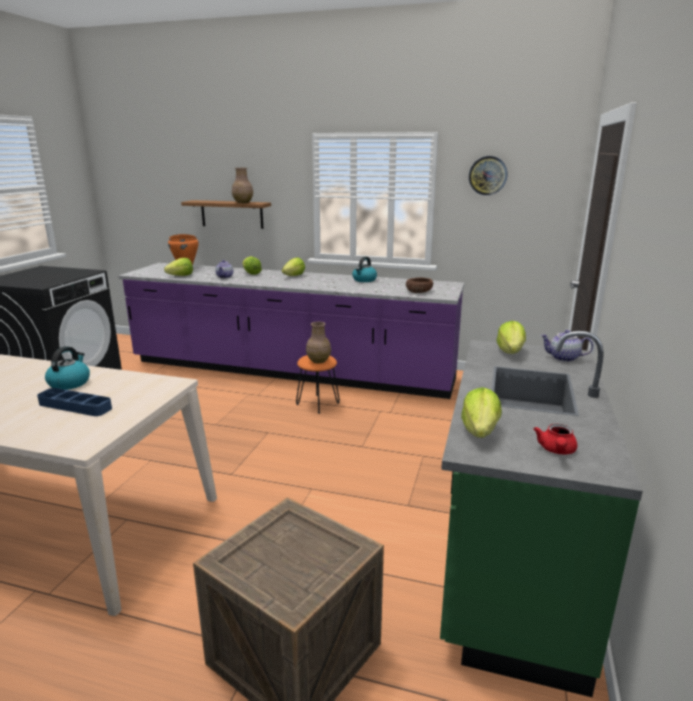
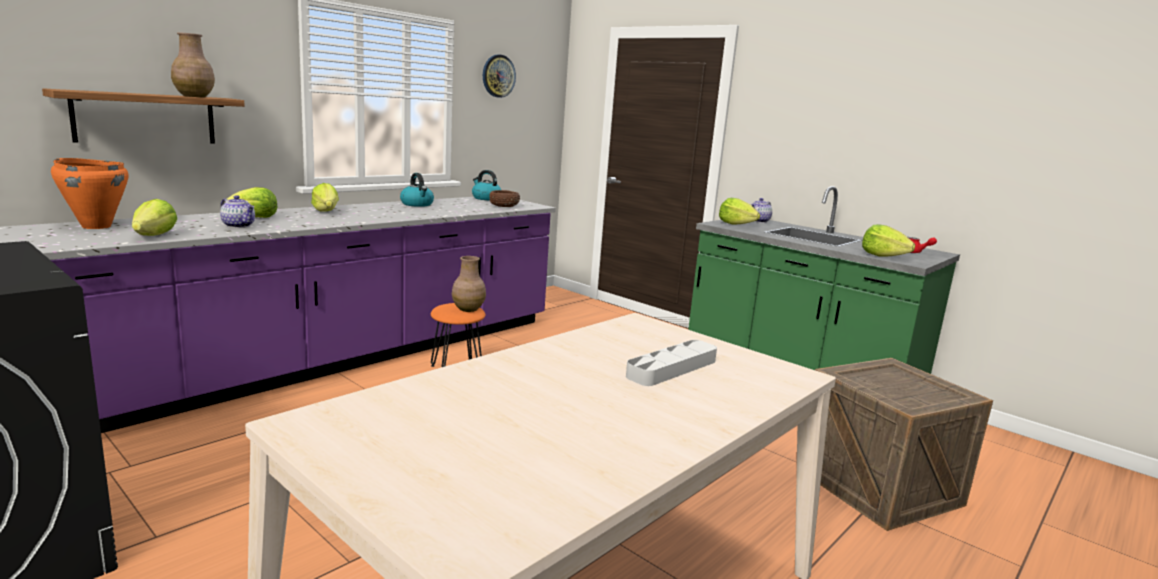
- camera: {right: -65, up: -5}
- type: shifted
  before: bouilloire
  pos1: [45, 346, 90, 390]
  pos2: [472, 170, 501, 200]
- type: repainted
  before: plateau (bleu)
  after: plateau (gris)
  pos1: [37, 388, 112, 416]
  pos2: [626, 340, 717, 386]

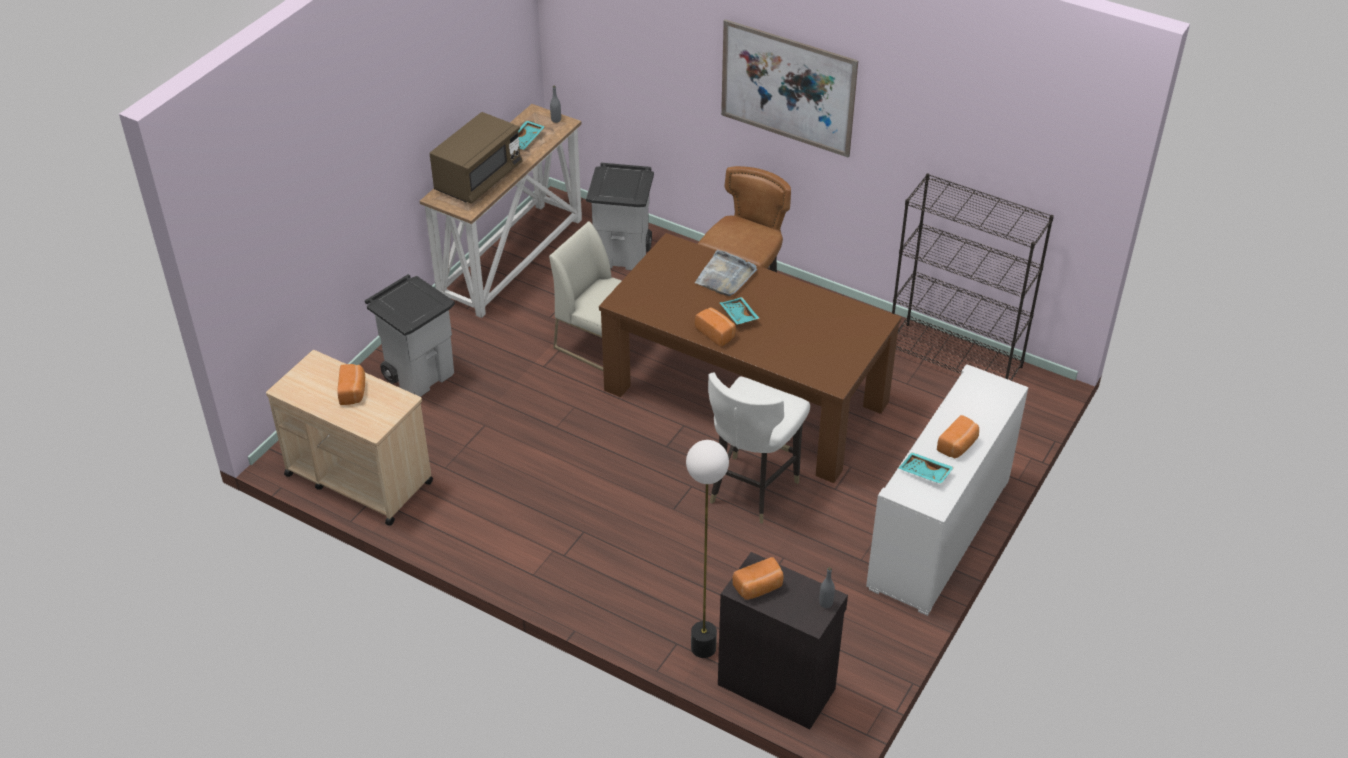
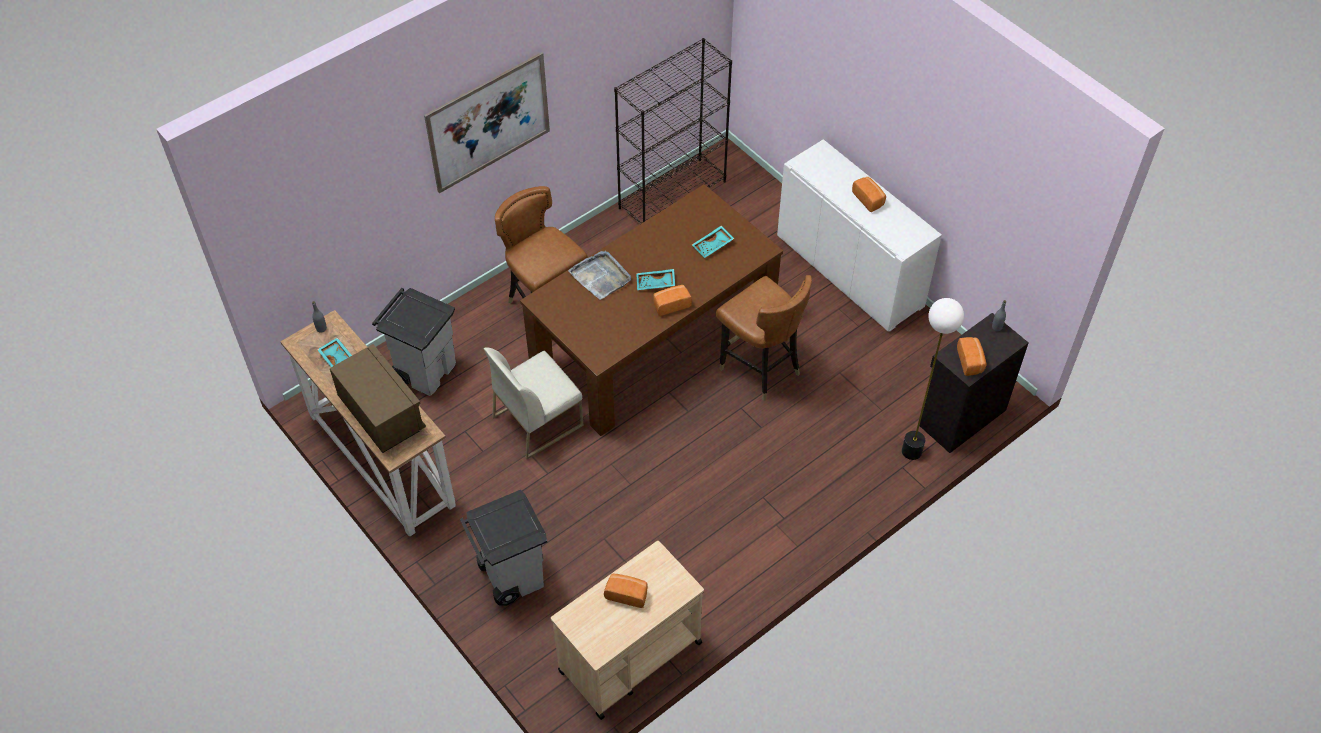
- camera: {right: -70, up: 10}
- type: repainted
  before: chaise (blanc)
  after: chaise (marron)
  pos1: [708, 373, 810, 523]
  pos2: [716, 275, 812, 401]
- type: shifted
  before: plateau (turquoise)
  pos1: [899, 452, 954, 484]
  pos2: [692, 226, 734, 258]

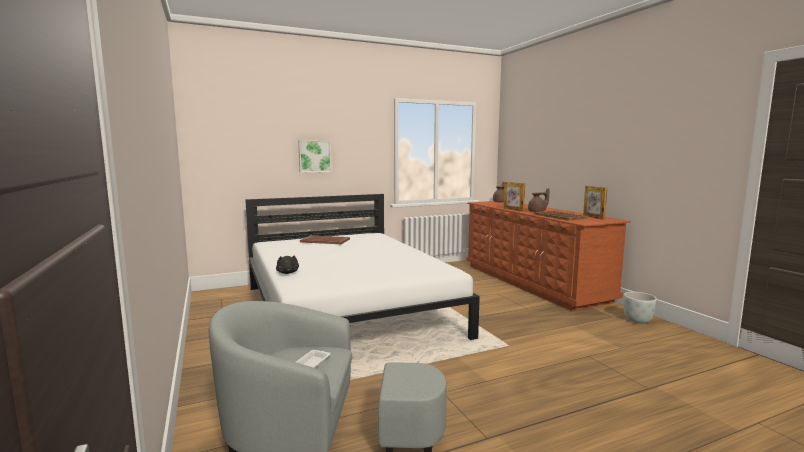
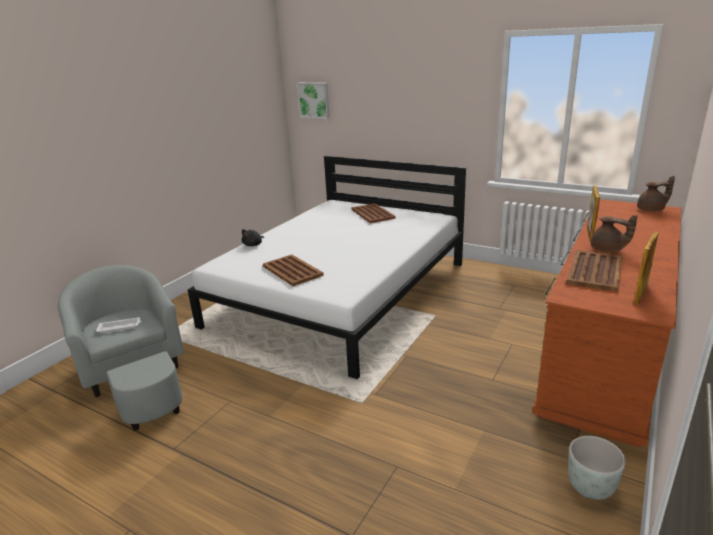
- camera: {right: 55, up: 15}
- type: shifted
  before: tableau
  pos1: [298, 140, 331, 172]
  pos2: [297, 83, 330, 119]
- type: new
  after: plateau (marron)
  pos2: [263, 255, 324, 286]

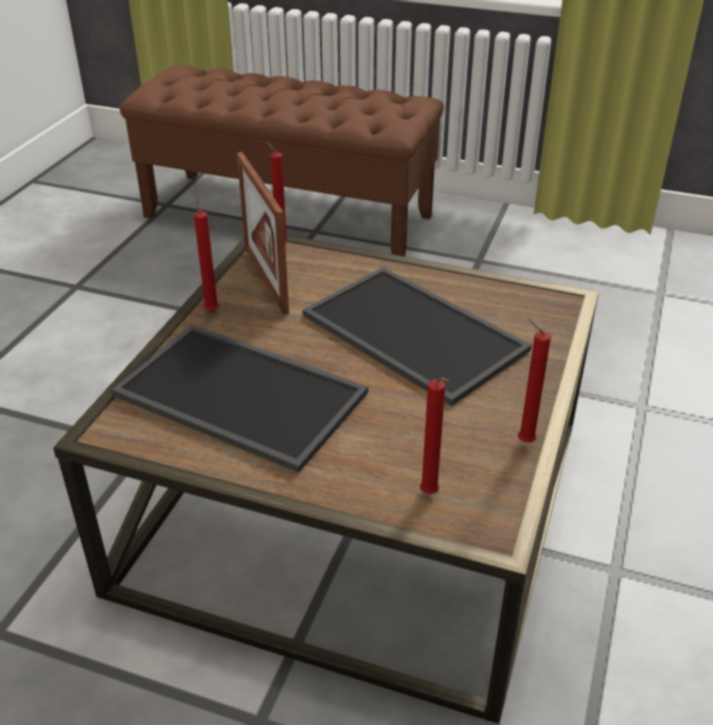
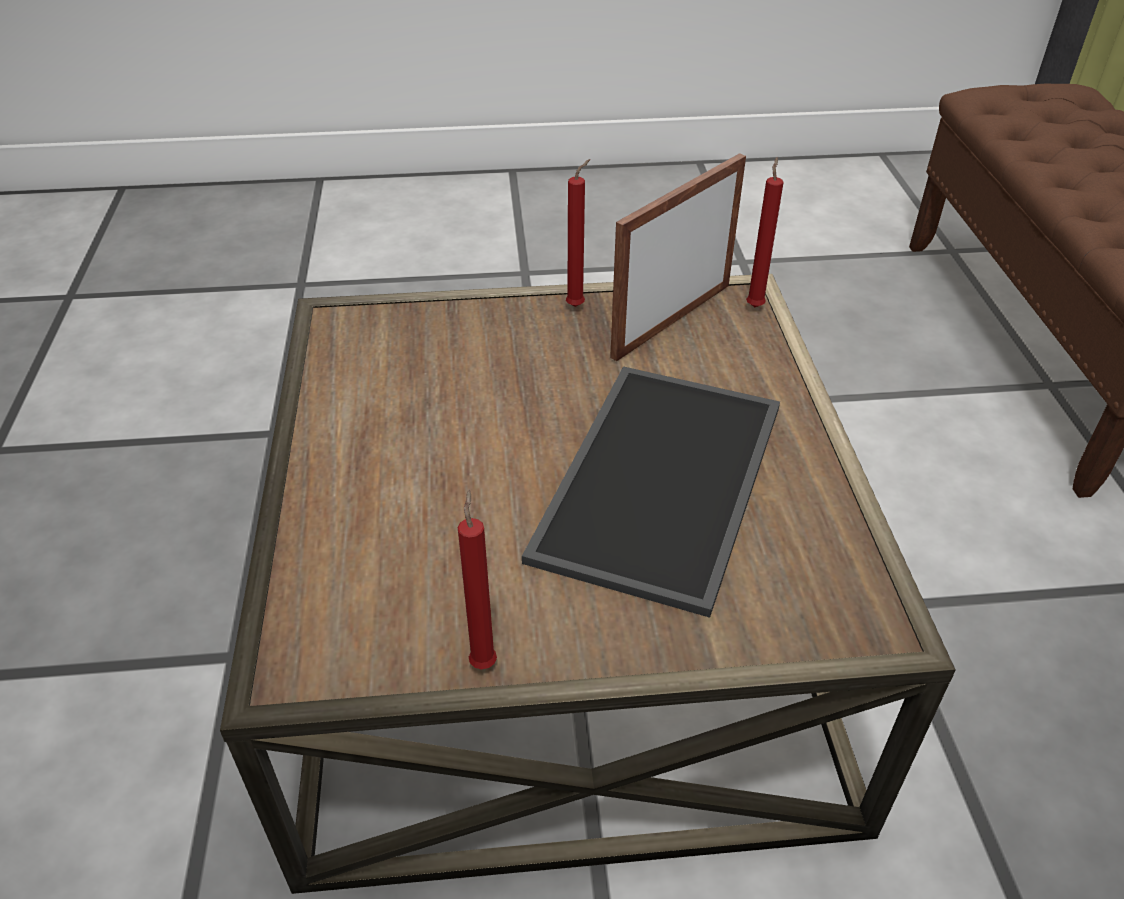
- camera: {right: 65, up: 5}
- type: gone
  before: plateau
  pos1: [112, 324, 368, 473]
- type: gone
  before: bougie (rouge)
  pos1: [420, 378, 449, 494]

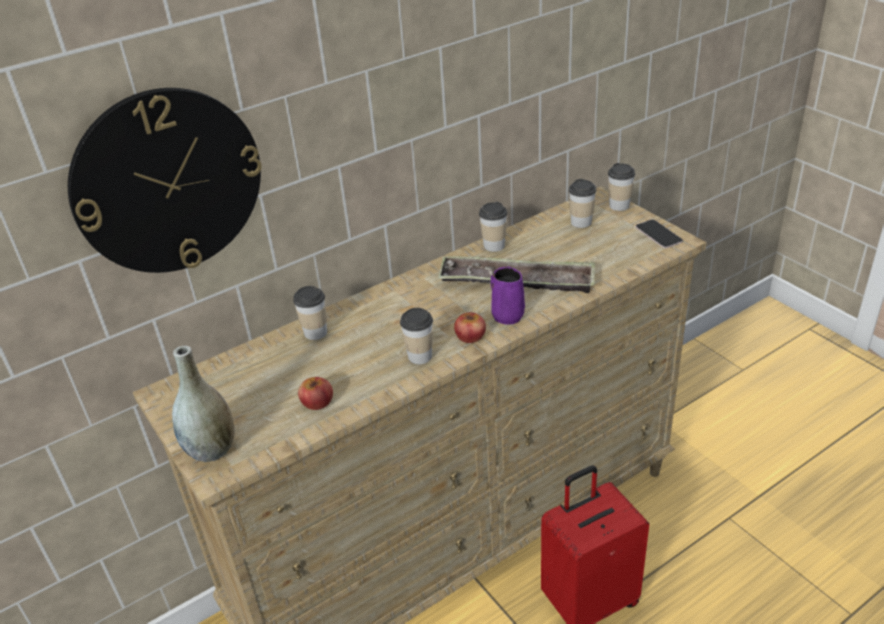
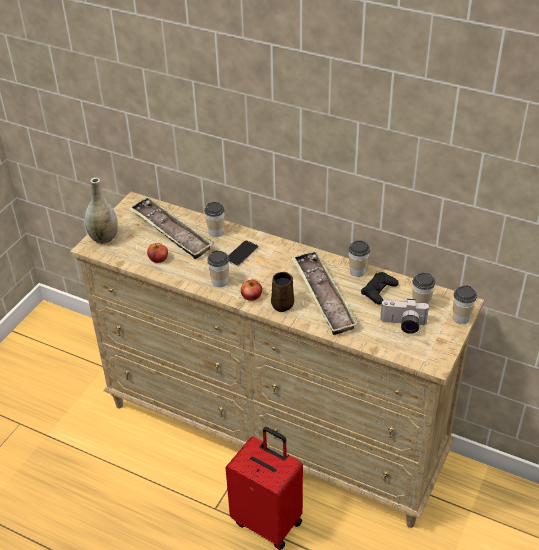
- camera: {right: 60, up: 5}
- type: gone
  before: horloge murale
  pos1: [68, 88, 262, 273]
- type: shifted
  before: téléphone
  pos1: [635, 219, 683, 248]
  pos2: [228, 240, 259, 266]
- type: repainted
  before: mug (violet)
  after: mug (marron)
  pos1: [491, 267, 525, 325]
  pos2: [271, 272, 294, 312]
- type: new
  after: plateau
  pos2: [128, 197, 214, 259]
- type: new
  after: manette (noir)
  pos2: [361, 272, 399, 305]
- type: new
  after: appareil photo
  pos2: [380, 299, 430, 334]

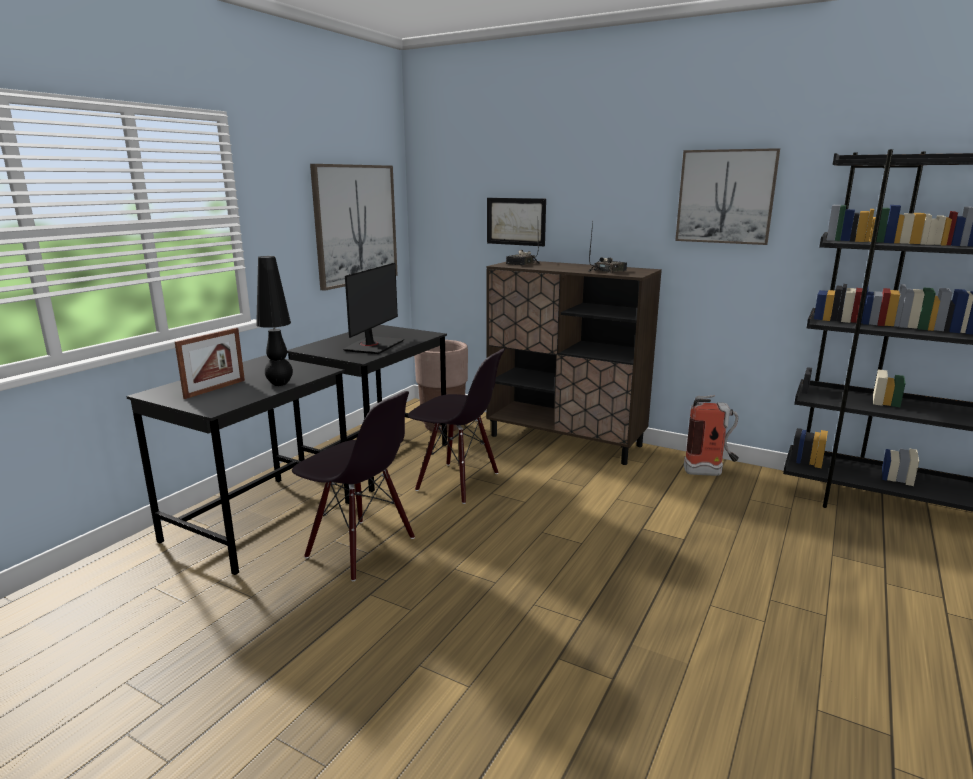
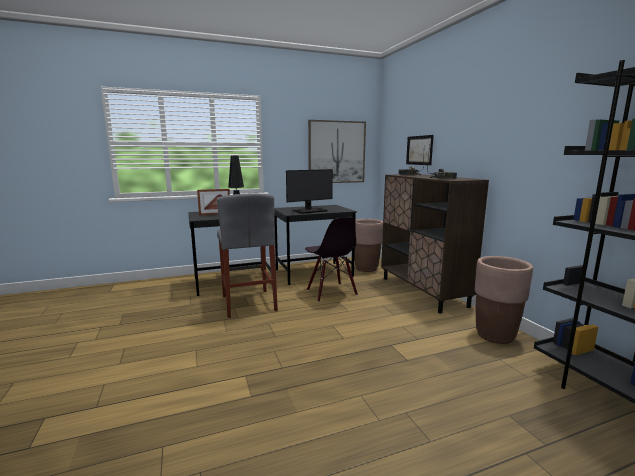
- camera: {right: 40, up: -5}
- type: gone
  before: tableau
  pos1: [675, 148, 780, 245]
- type: swapped
  before: chaise (noir)
  after: tabouret (gris)
  pos1: [292, 391, 415, 581]
  pos2: [217, 193, 278, 318]
- type: swapped
  before: extincteur
  after: cache-pot (marron)
  pos1: [684, 395, 739, 476]
  pos2: [475, 256, 533, 344]

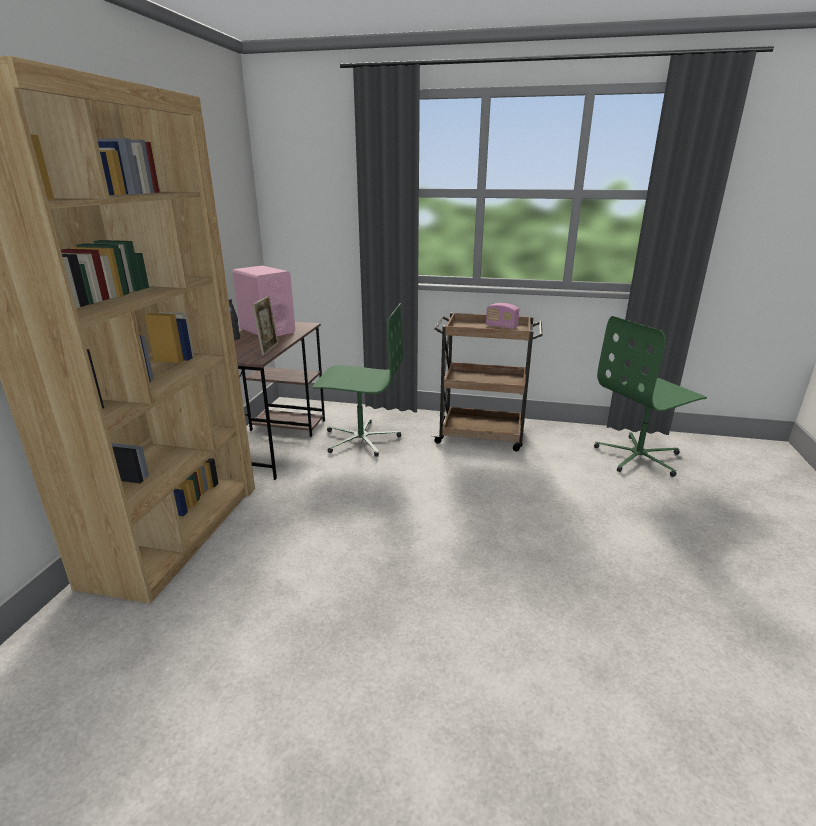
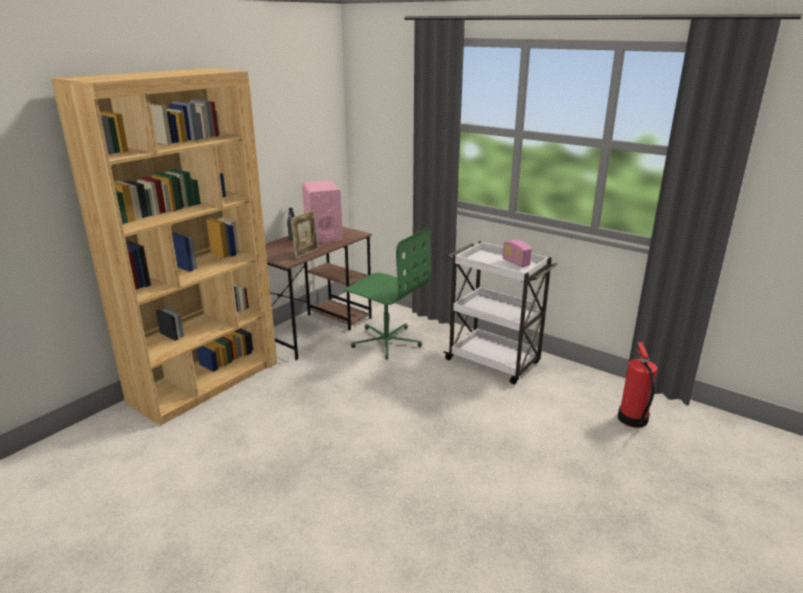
- camera: {right: 25, up: 0}
- type: repainted
  before: chariot (marron)
  after: chariot (blanc)
  pos1: [432, 312, 542, 451]
  pos2: [443, 241, 558, 384]
- type: swapped
  before: chaise de bureau (vert)
  after: extincteur
  pos1: [594, 316, 707, 477]
  pos2: [618, 342, 658, 428]

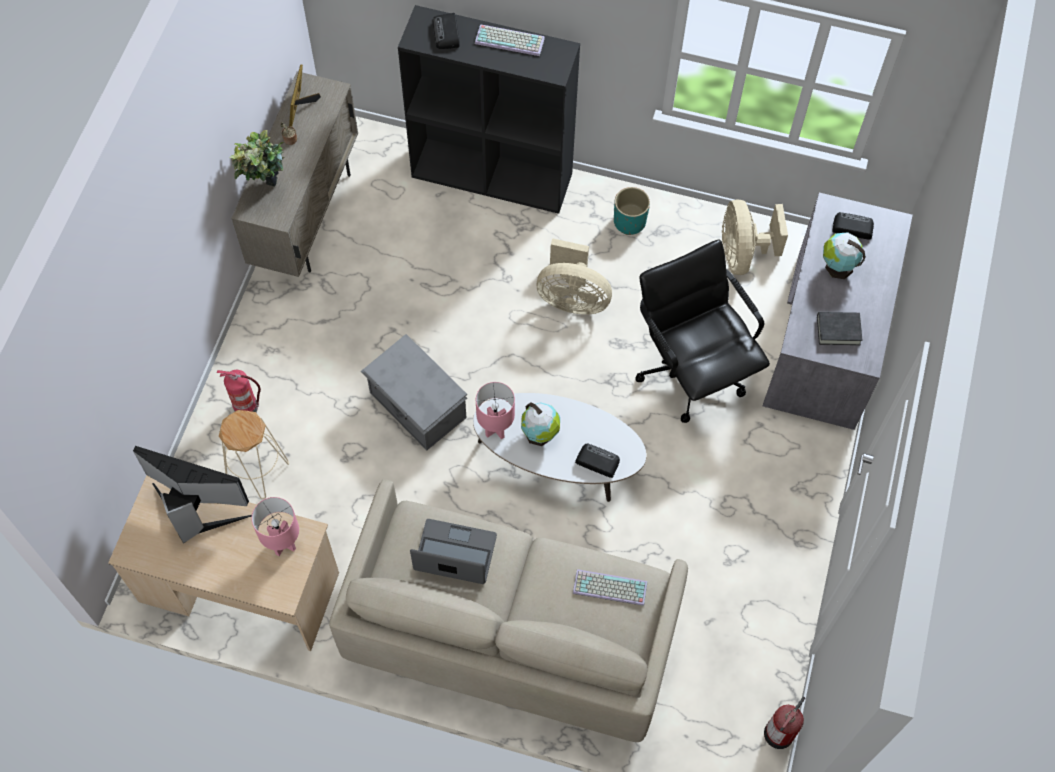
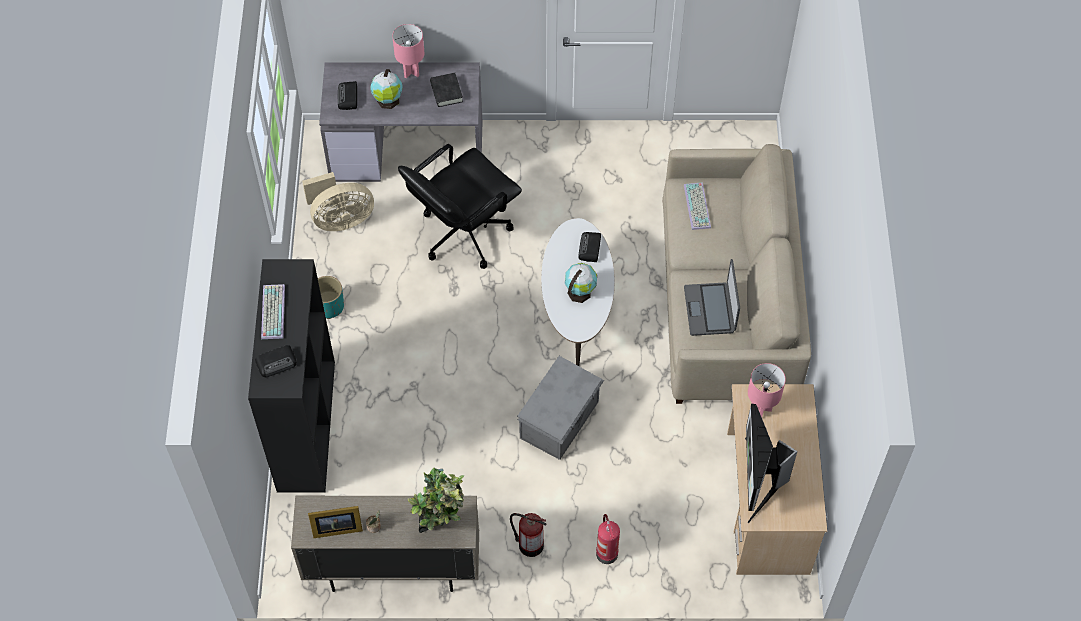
- camera: {right: -105, up: -5}
- type: gone
  before: ventilateur (beige)
  pos1: [537, 238, 612, 315]
- type: shifted
  before: lampe de table (rose)
  pos1: [476, 382, 515, 440]
  pos2: [392, 24, 424, 78]
- type: gone
  before: tabouret (beige)
  pos1: [219, 410, 289, 499]
- type: shifted
  before: extincteur
  pos1: [764, 697, 805, 749]
  pos2: [510, 513, 546, 557]

